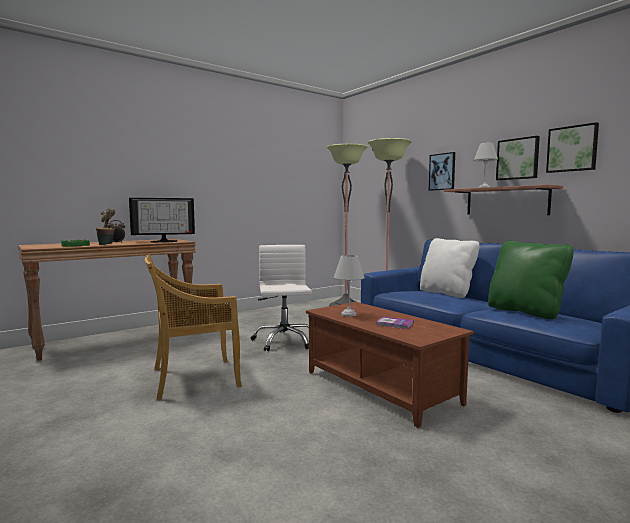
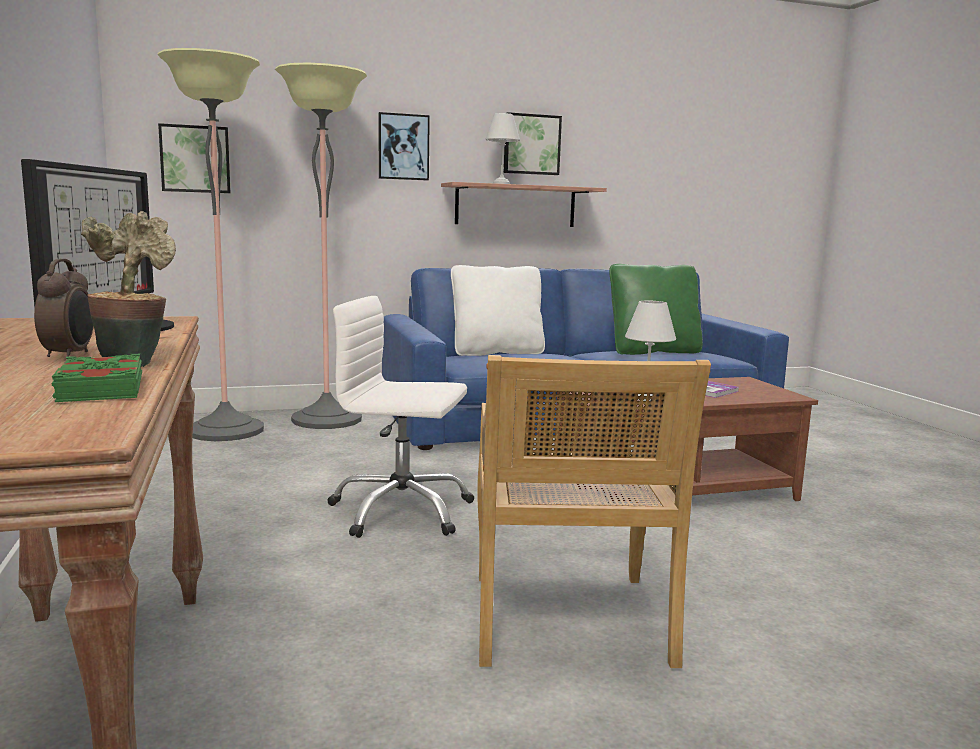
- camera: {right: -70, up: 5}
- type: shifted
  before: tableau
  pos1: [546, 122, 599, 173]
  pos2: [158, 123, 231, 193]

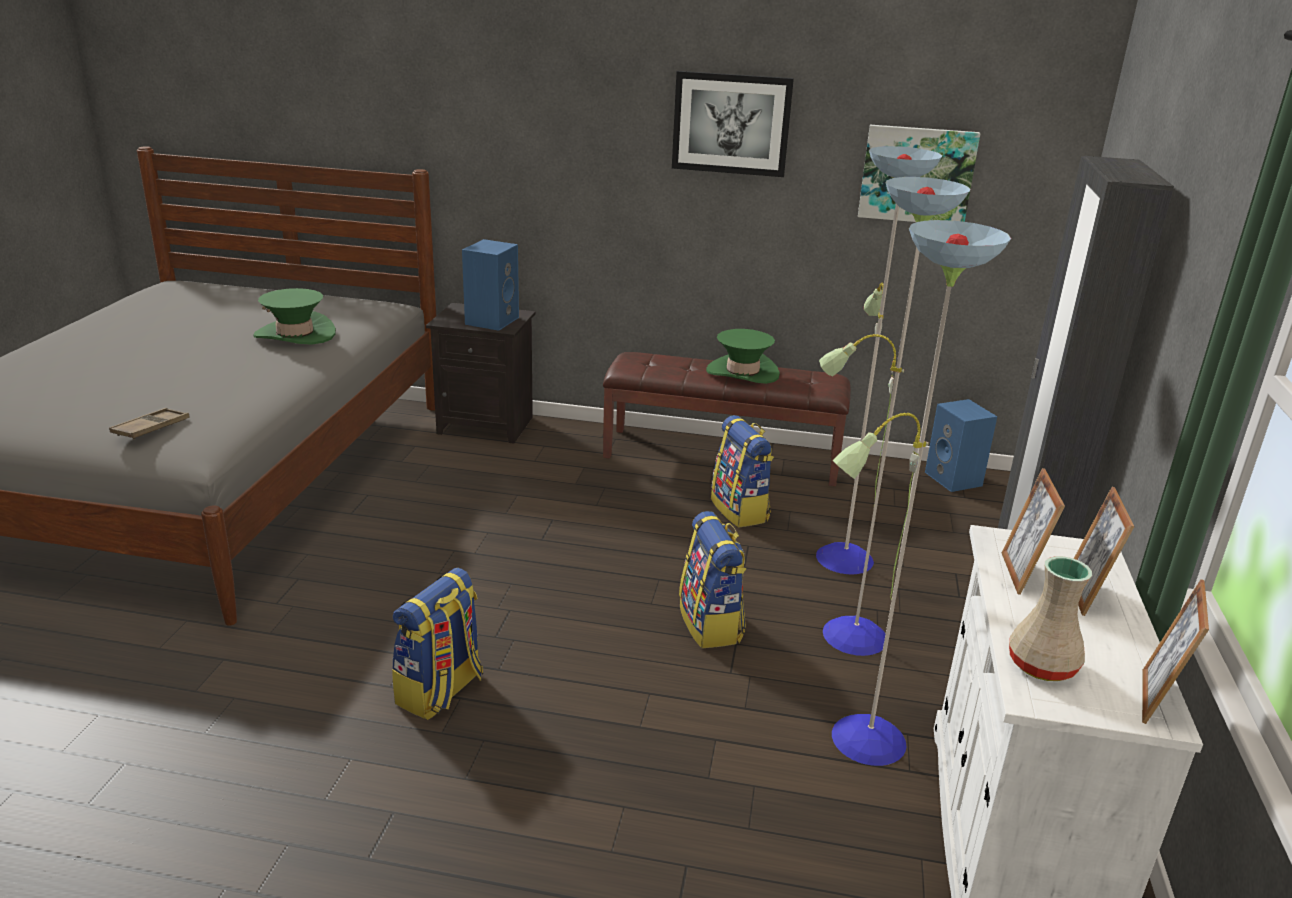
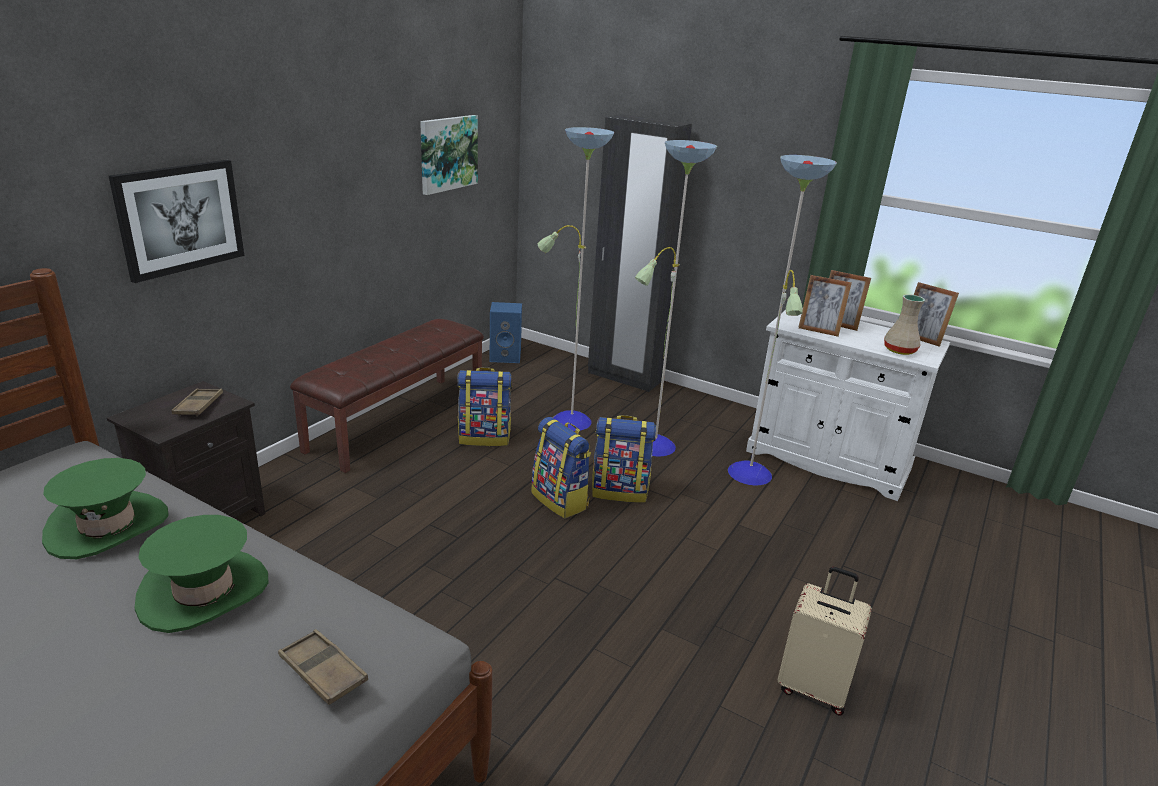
- camera: {right: -70, up: 0}
- type: shifted
  before: tableau
  pos1: [672, 71, 794, 177]
  pos2: [109, 160, 244, 283]
- type: swapped
  before: enceinte (bleu)
  after: plateau (marron)
  pos1: [462, 239, 519, 331]
  pos2: [171, 388, 223, 417]
- type: shifted
  before: chapeau (vert)
  pos1: [706, 329, 780, 384]
  pos2: [135, 515, 269, 633]
- type: shifted
  before: sac à dos
  pos1: [392, 568, 483, 720]
  pos2: [531, 417, 591, 518]
- type: new
  after: valise (beige)
  pos2: [778, 567, 872, 716]

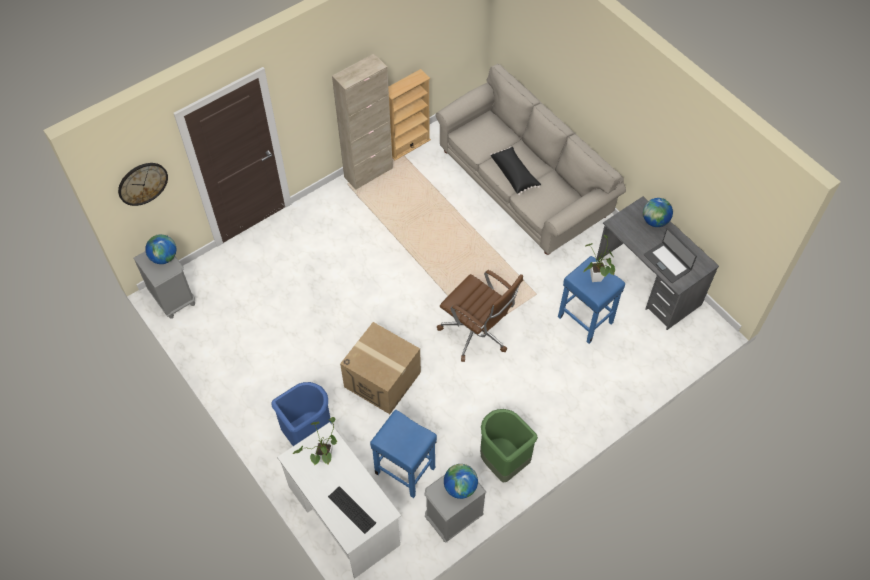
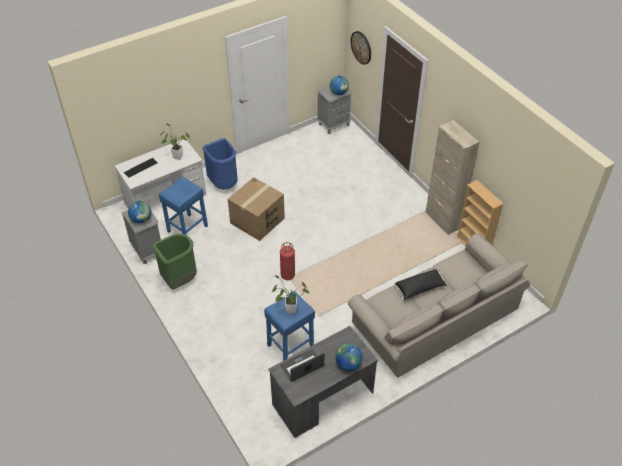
- camera: {right: 95, up: -10}
- type: swapped
  before: chaise de bureau (marron)
  after: extincteur
  pos1: [437, 270, 523, 362]
  pos2: [280, 242, 295, 280]

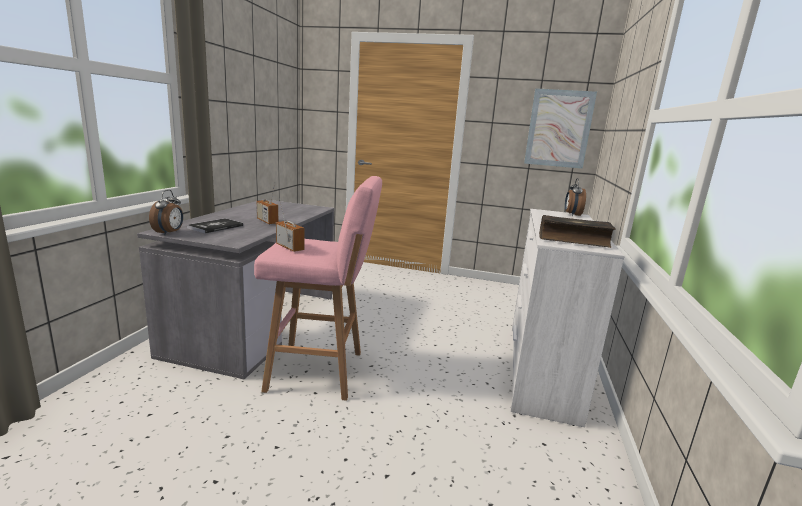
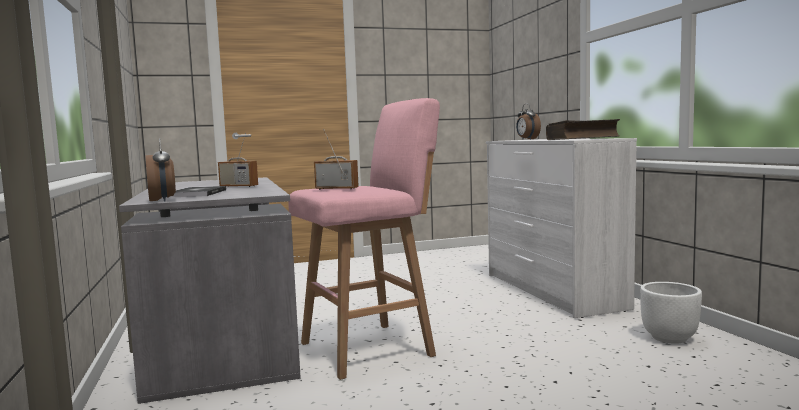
- camera: {right: -30, up: -10}
- type: gone
  before: tableau
  pos1: [524, 88, 597, 169]
- type: new
  after: cache-pot (blanc)
  pos2: [640, 282, 702, 344]

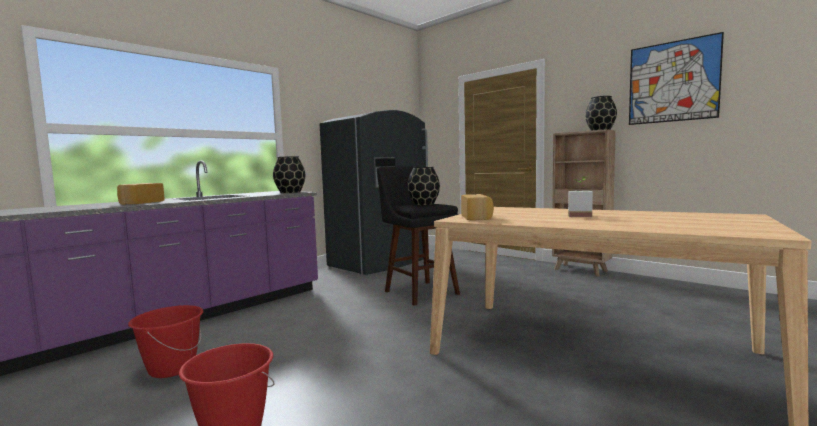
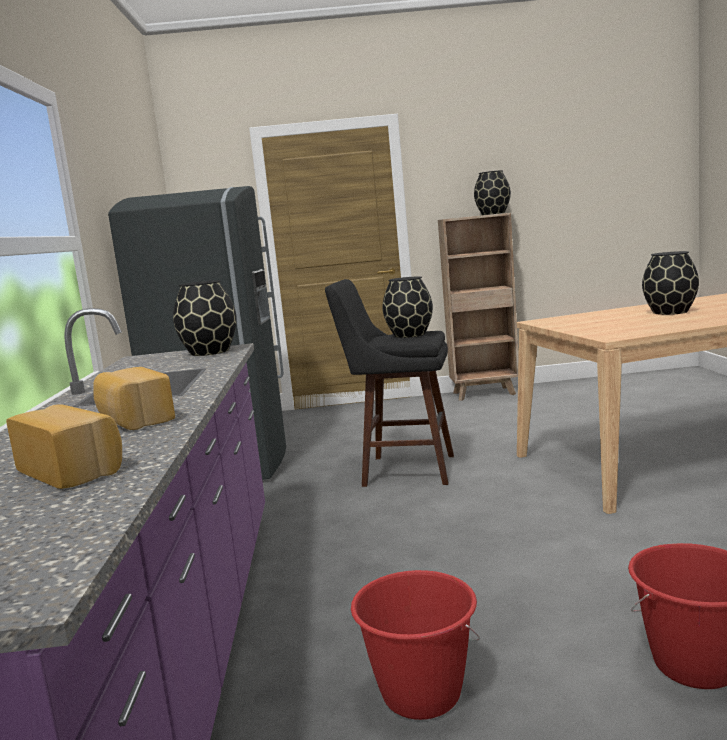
- camera: {right: -45, up: 5}
- type: gone
  before: tableau
  pos1: [629, 32, 724, 125]
- type: swapped
  before: plante en pot
  after: vase (noir)
  pos1: [568, 177, 593, 217]
  pos2: [642, 251, 699, 315]
- type: shifted
  before: pain
  pos1: [461, 194, 494, 220]
  pos2: [6, 404, 122, 489]

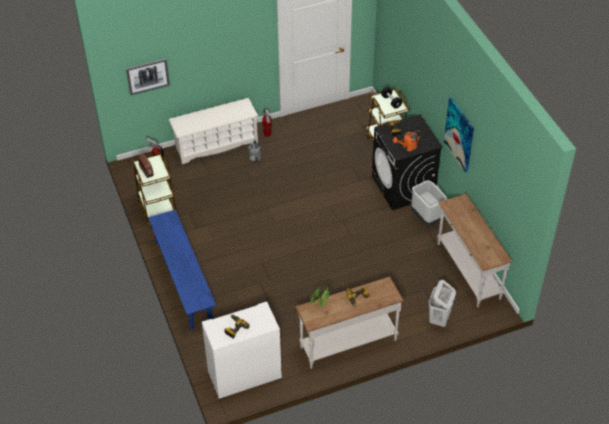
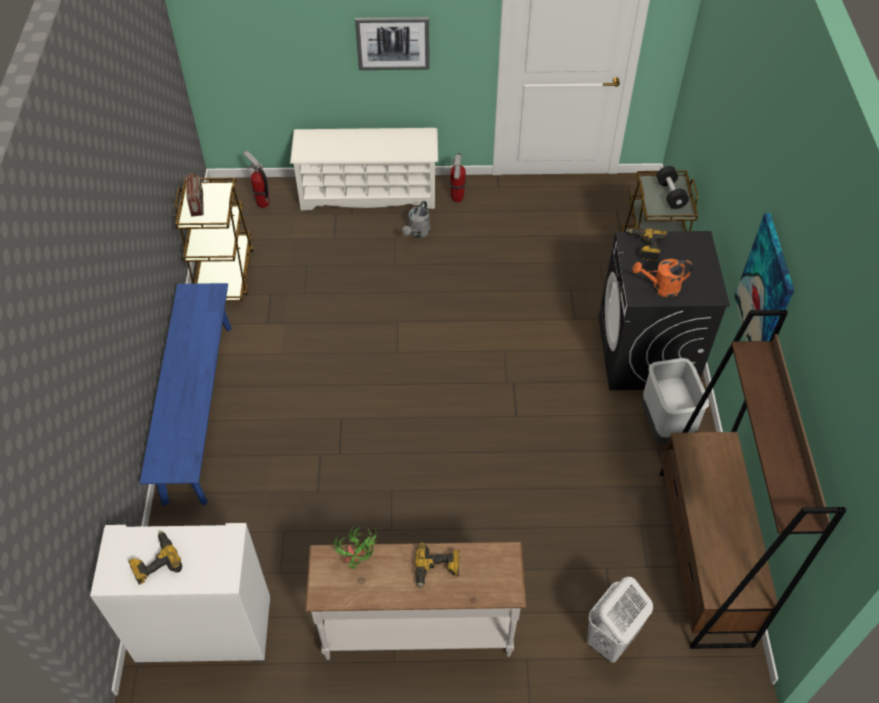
- camera: {right: 20, up: 5}
- type: shifted
  before: tableau
  pos1: [126, 58, 170, 95]
  pos2: [355, 17, 430, 70]
- type: swapped
  before: table console (blanc)
  after: bibliothèque (marron)
  pos1: [437, 194, 512, 307]
  pos2: [659, 310, 847, 649]

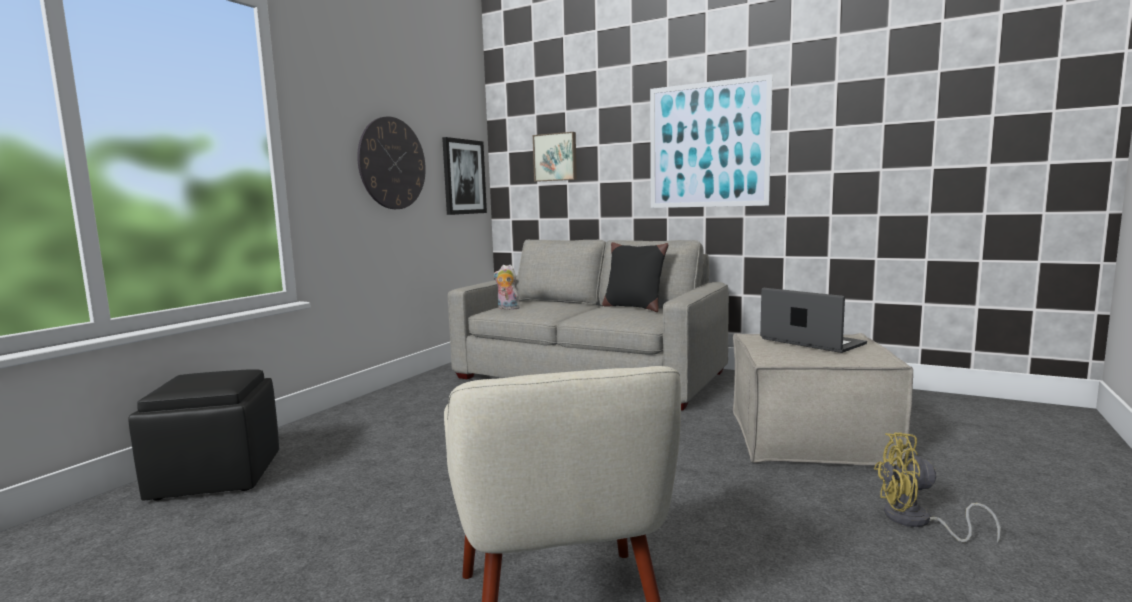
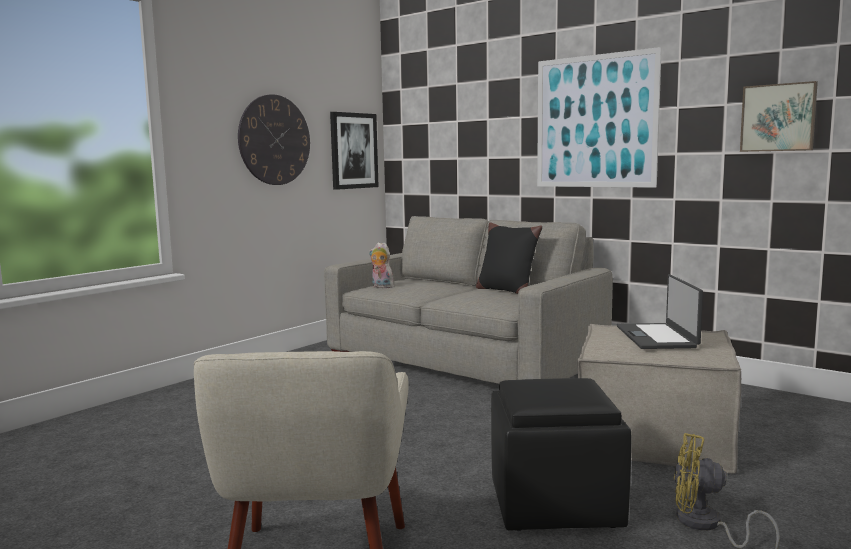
- camera: {right: 10, up: 0}
- type: shifted
  before: tableau
  pos1: [533, 132, 577, 182]
  pos2: [740, 81, 818, 152]
- type: rotated
  before: ordinateur portable
  pos1: [760, 288, 867, 353]
  pos2: [617, 274, 703, 349]
  turn: -150
- type: shifted
  before: pouf (noir)
  pos1: [128, 369, 279, 501]
  pos2: [491, 378, 632, 531]

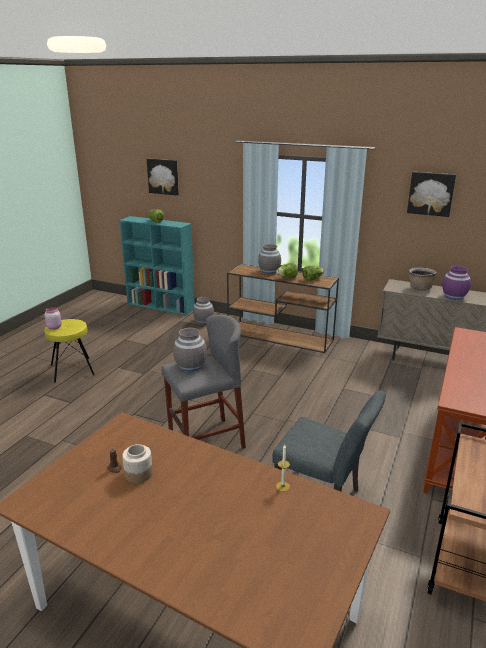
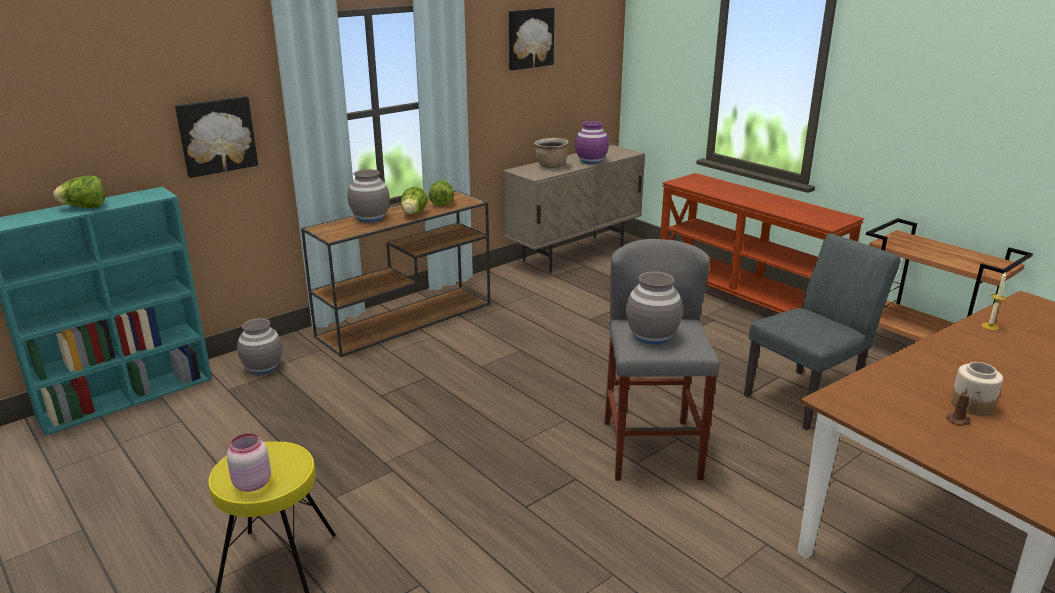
- camera: {right: -65, up: 0}
- type: shifted
  before: tableau
  pos1: [147, 159, 179, 196]
  pos2: [175, 96, 258, 178]

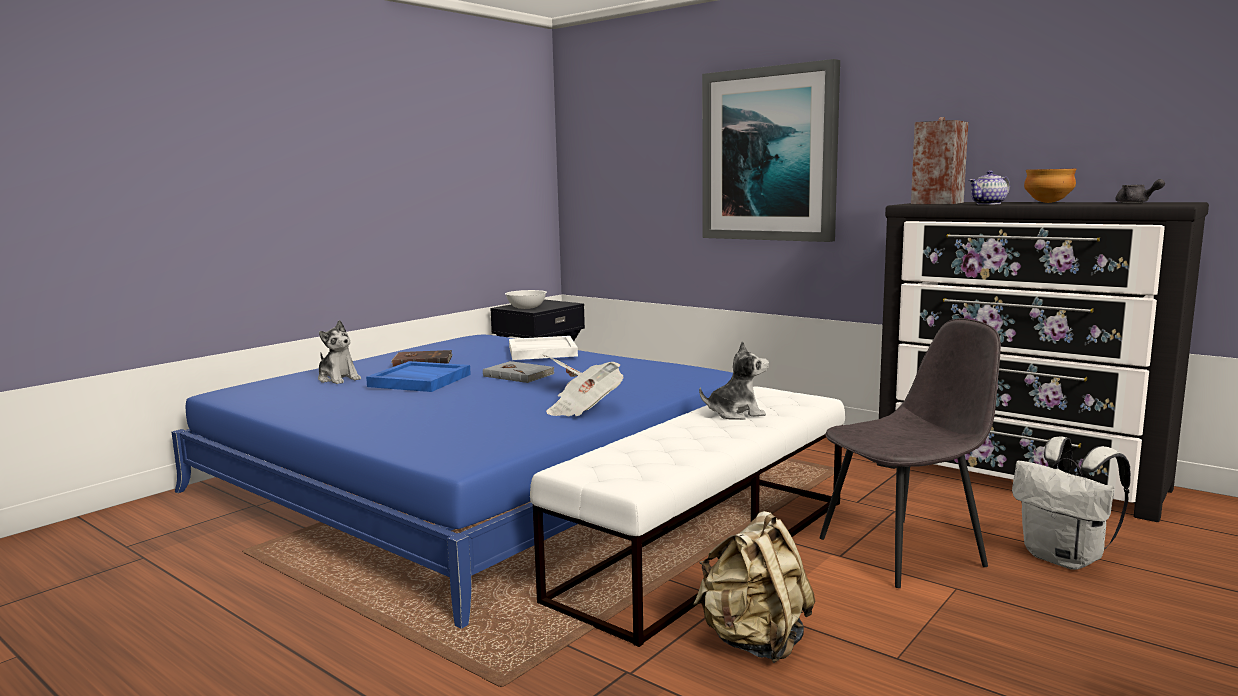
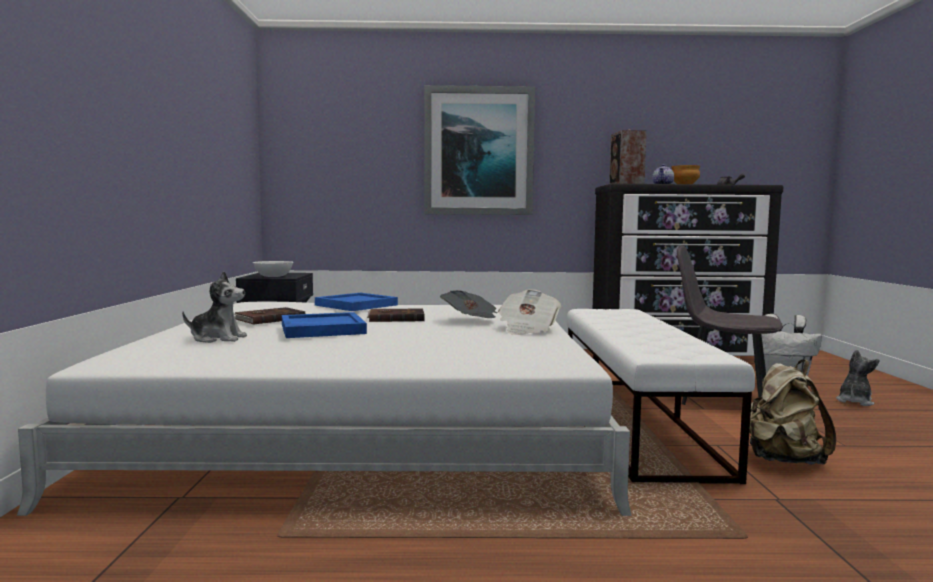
- camera: {right: -40, up: -5}
- type: rotated
  before: chaise (gris)
  pos1: [819, 318, 1001, 588]
  pos2: [677, 245, 783, 405]
  turn: -90
- type: repainted
  before: lit (bleu)
  after: lit (blanc)
  pos1: [172, 334, 733, 629]
  pos2: [17, 302, 632, 516]
- type: repainted
  before: plateau (blanc)
  after: plateau (bleu)
  pos1: [509, 336, 578, 360]
  pos2: [315, 293, 398, 311]
- type: shifted
  before: peluche
  pos1: [699, 341, 769, 420]
  pos2: [836, 349, 879, 406]
- type: repainted
  before: livre (gris)
  after: livre (marron)
  pos1: [483, 361, 554, 383]
  pos2: [367, 309, 425, 322]

